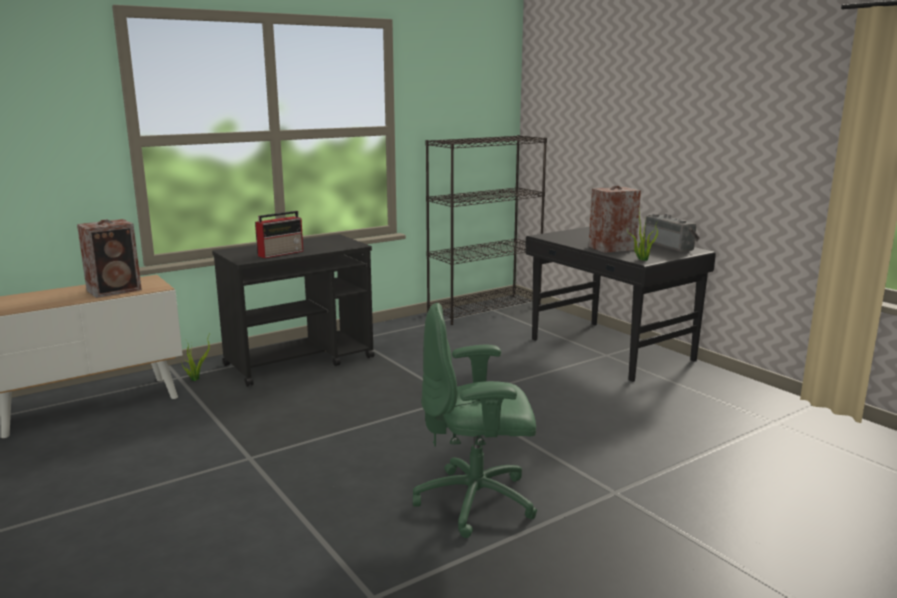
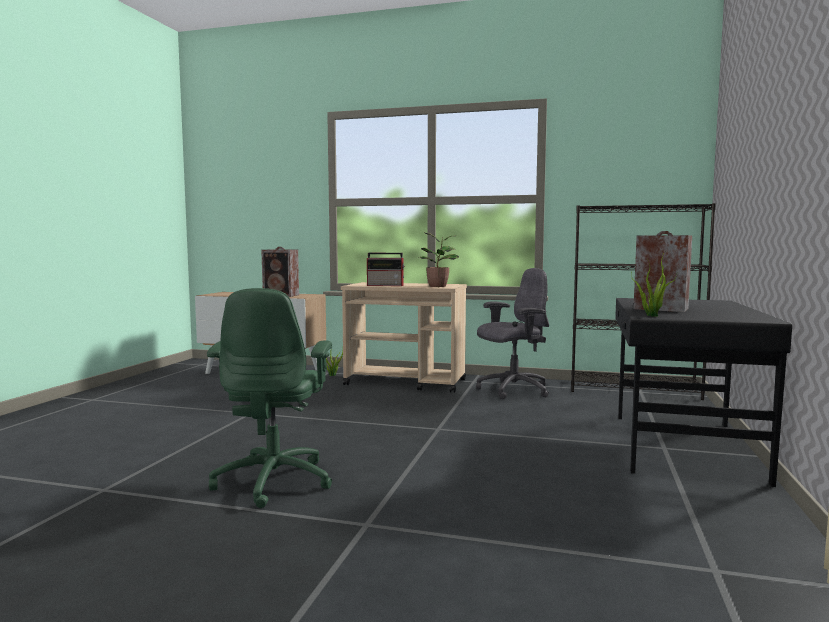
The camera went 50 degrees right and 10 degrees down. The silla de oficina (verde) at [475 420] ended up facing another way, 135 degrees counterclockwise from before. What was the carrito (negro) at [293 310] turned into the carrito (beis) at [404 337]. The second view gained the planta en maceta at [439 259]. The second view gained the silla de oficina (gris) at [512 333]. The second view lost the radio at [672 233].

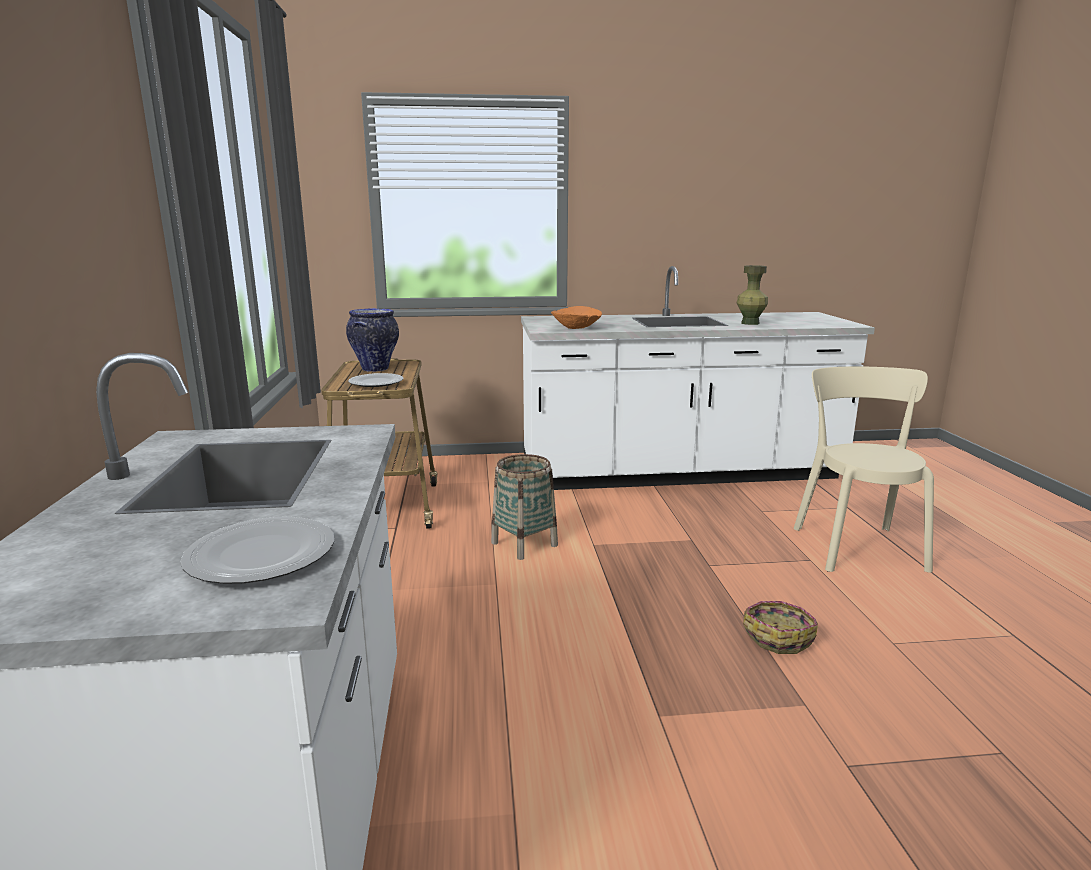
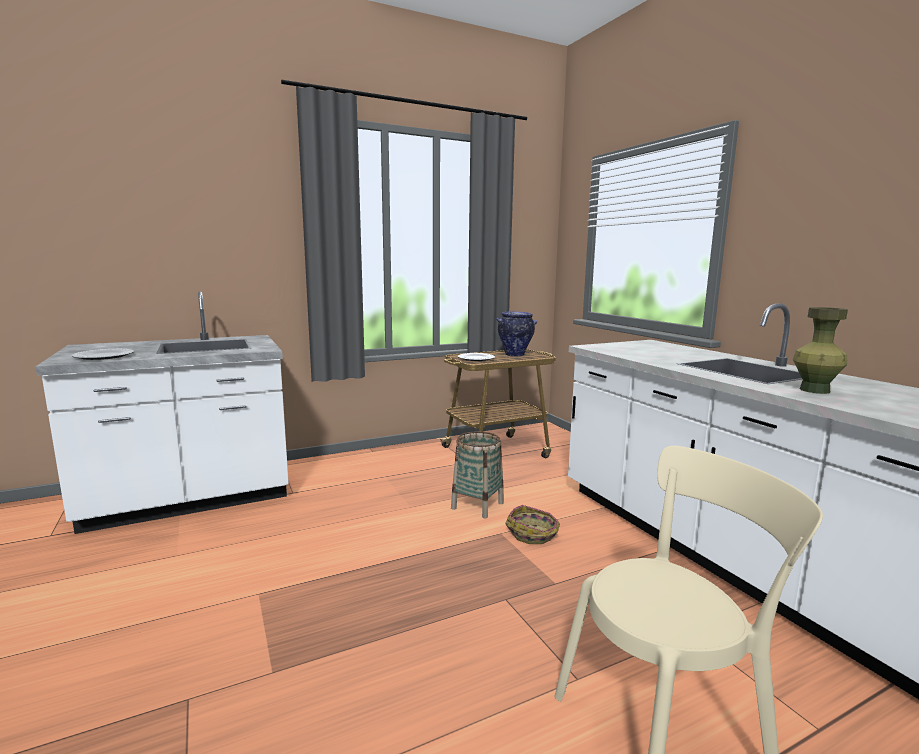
The camera went 70 degrees right and 5 degrees down. The cesta ended up elsewhere, having gone from [780 627] to [532 524]. The second view lost the cuenco (naranja) at [576 317].

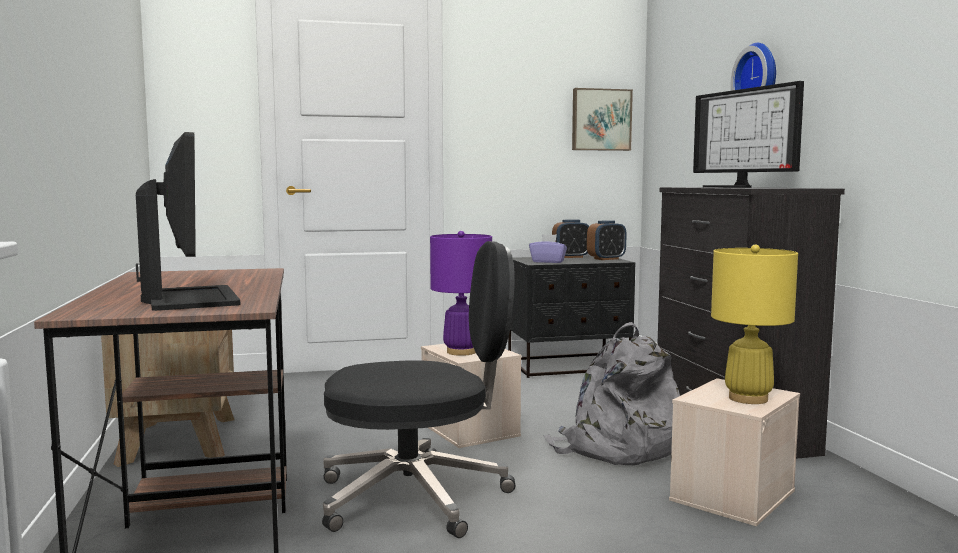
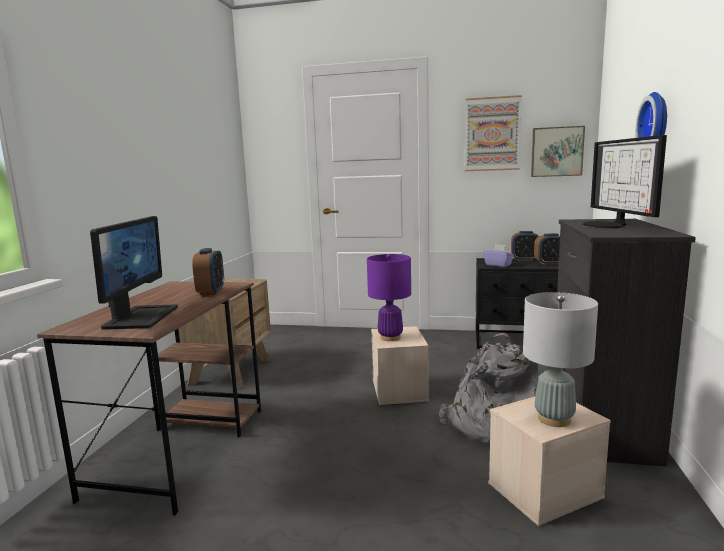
The camera went 25 degrees right and 5 degrees up. The second view gained the despertador at [208 271]. The second view gained the cuadro at [493 133]. What was the lámpara de mesa (amarillo) at [754 324] turned into the lámpara de mesa (gris) at [560 359]. The second view lost the silla de oficina (negro) at [418 389].

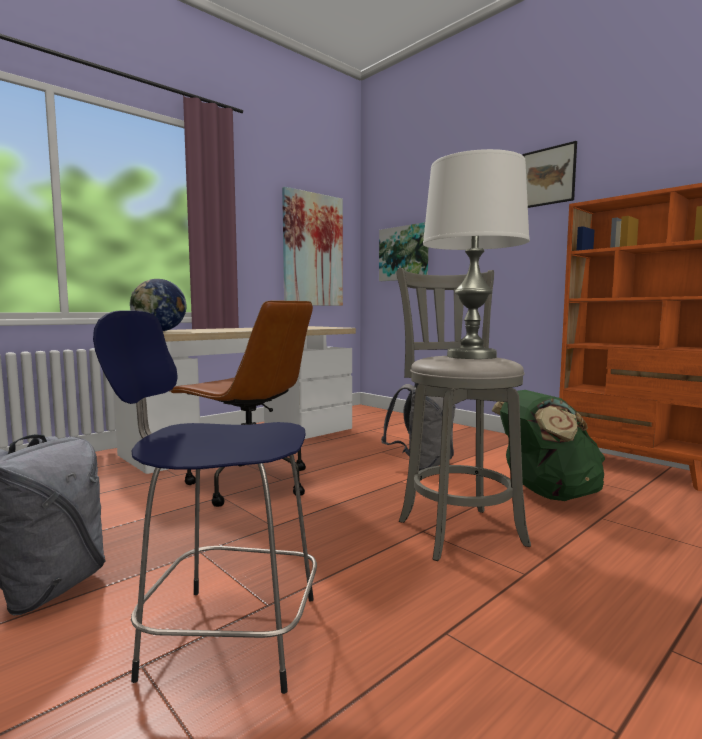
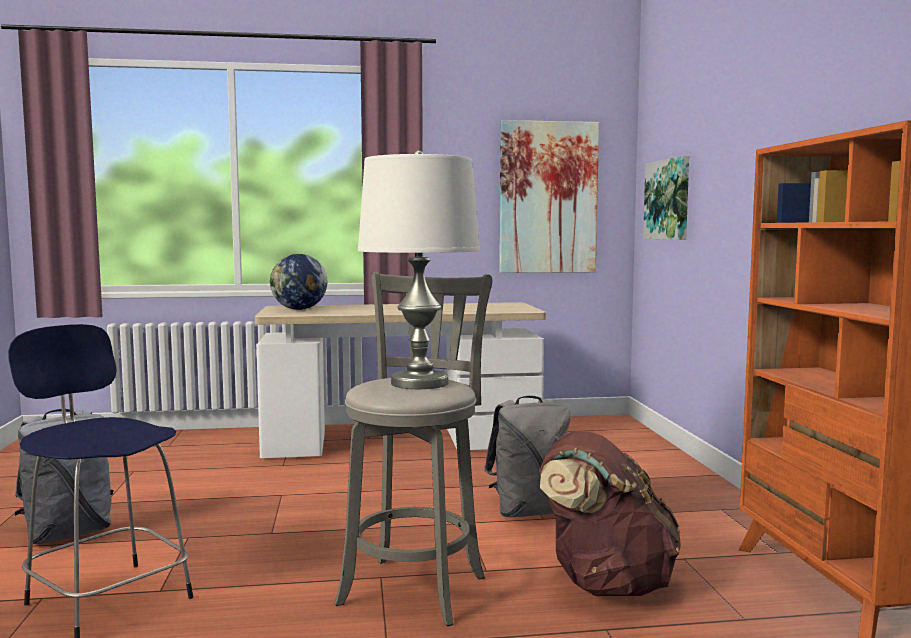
The camera went 35 degrees right and 0 degrees up. What was the mochila (verde) at [548 445] turned into the mochila (marrón) at [610 513]. The second view lost the silla de oficina (marrón) at [241 403]. The second view lost the cuadro at [549 174].

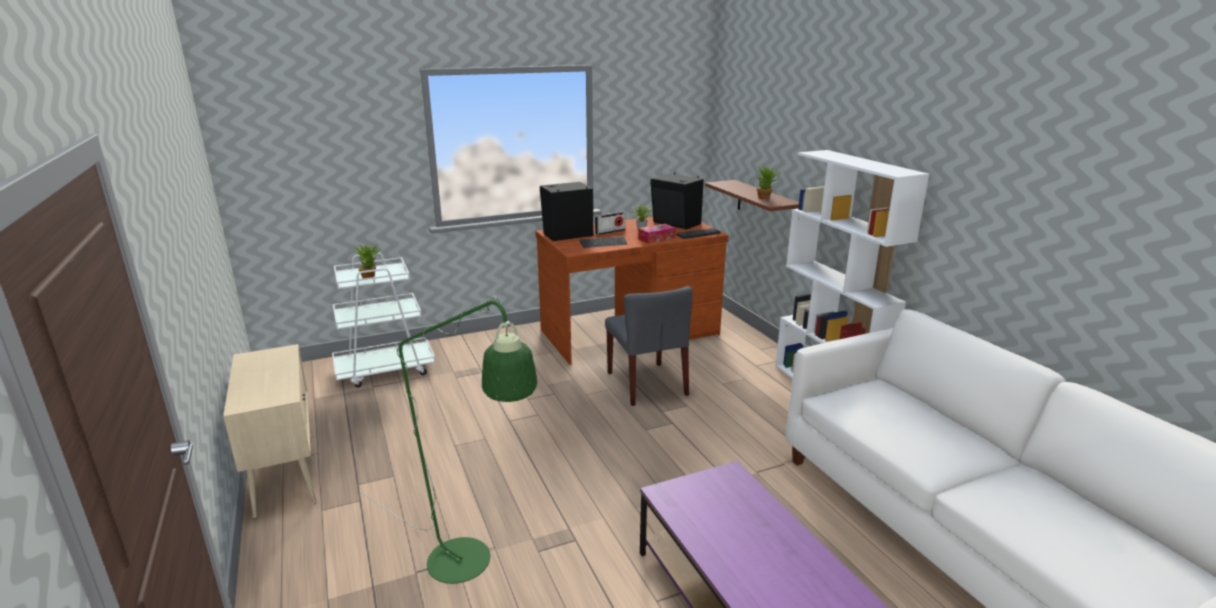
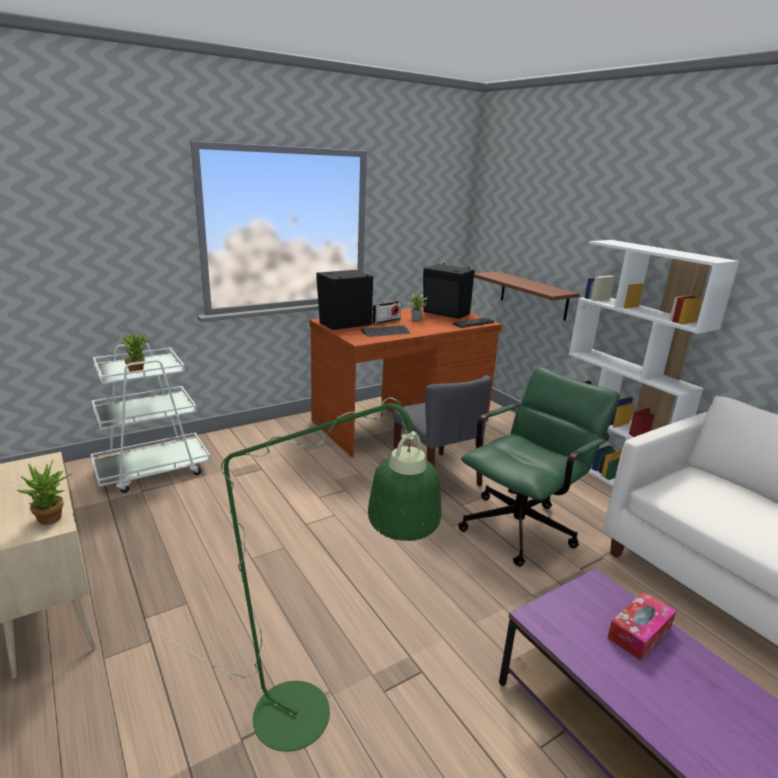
The camera went 10 degrees left and 0 degrees up. The planta en maceta ended up elsewhere, having gone from [769 182] to [44 492]. The second view gained the silla de oficina (verde) at [539 467]. The caja de pañuelos ended up elsewhere, having gone from [657 234] to [641 625].

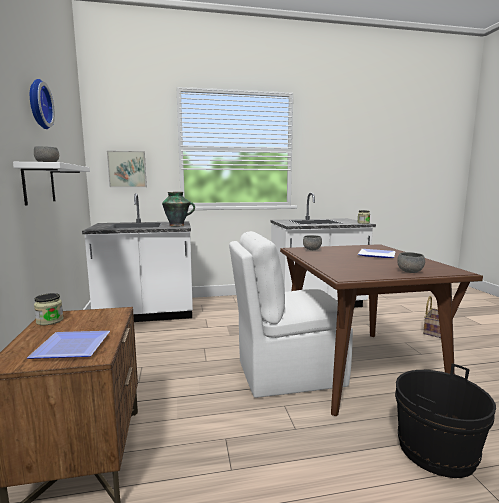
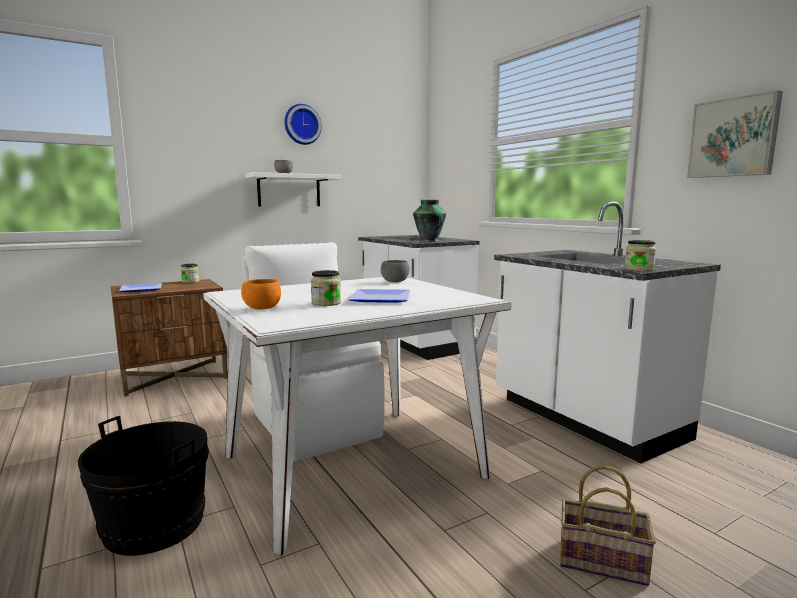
The camera went 70 degrees right and 0 degrees up. What was the mesa de comedor (marrón) at [381 330] turned into the mesa de comedor (blanco) at [357 416]. What was the cuenco (gris) at [411 262] turned into the cuenco (naranja) at [261 294]. The second view gained the tarro at [326 288]. The cuadro ended up elsewhere, having gone from [127 169] to [735 134].

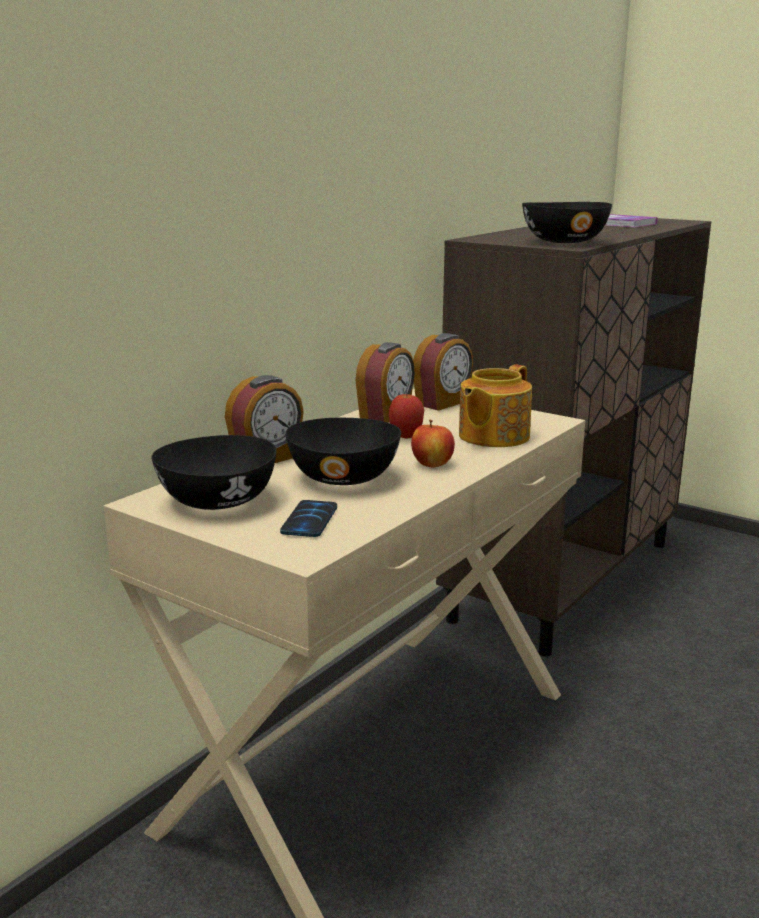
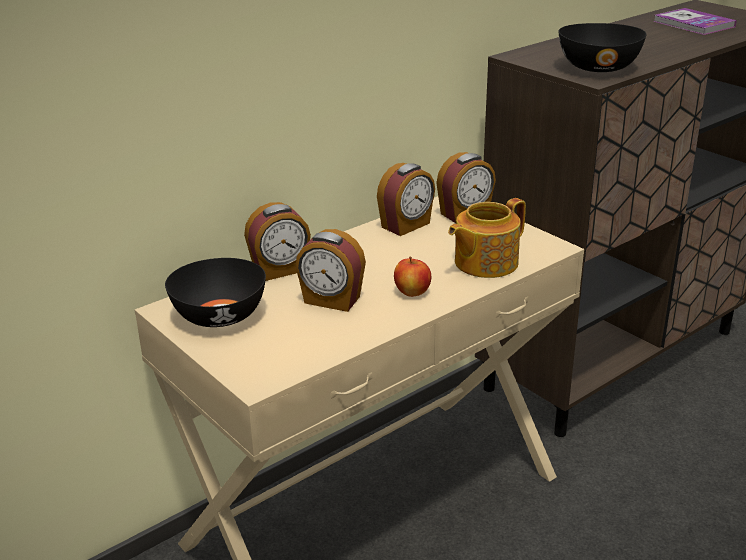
The camera went 15 degrees right and 10 degrees up. Where the cuenco (negro) stood at [343 451], the despertador came to stand at [330 270]. The second view lost the móvil at [308 518]. The second view lost the manzana at [406 416].

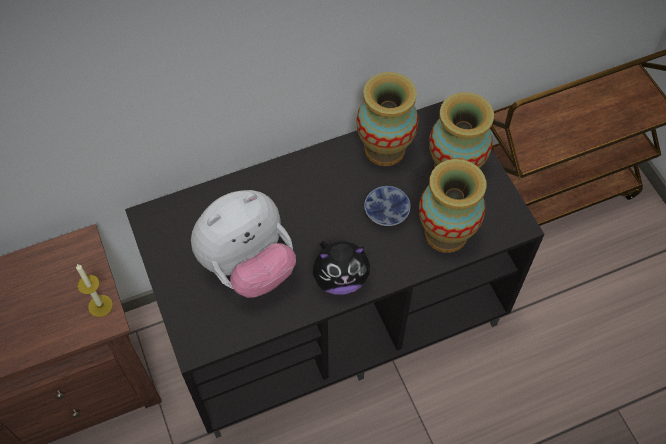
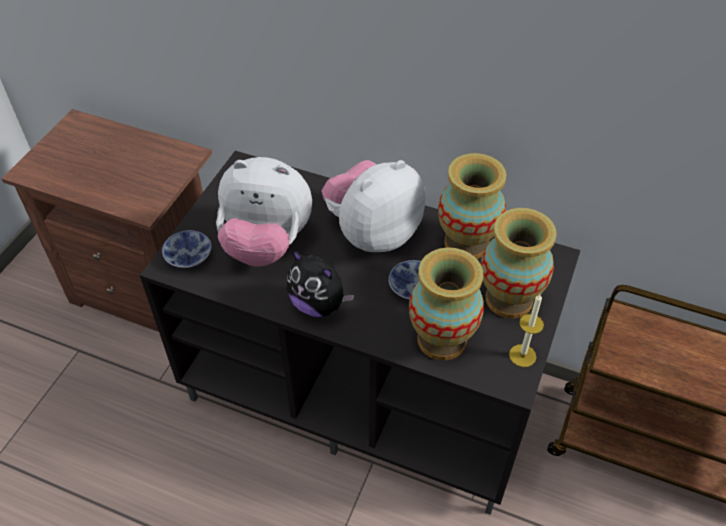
The camera went 45 degrees right and 10 degrees down. The second view gained the cuenco at [187 249]. The second view gained the peluche at [373 206]. The vela ended up elsewhere, having gone from [94 290] to [526 330].

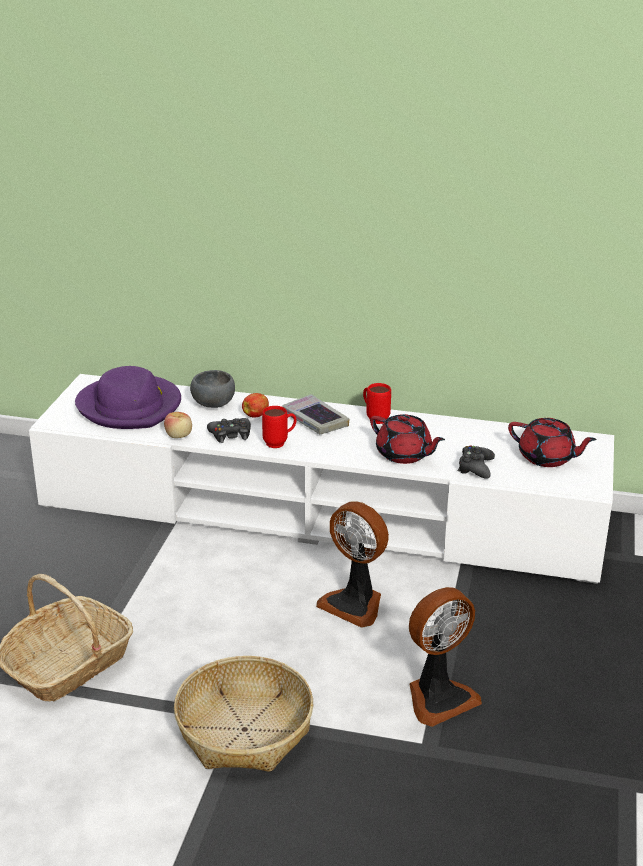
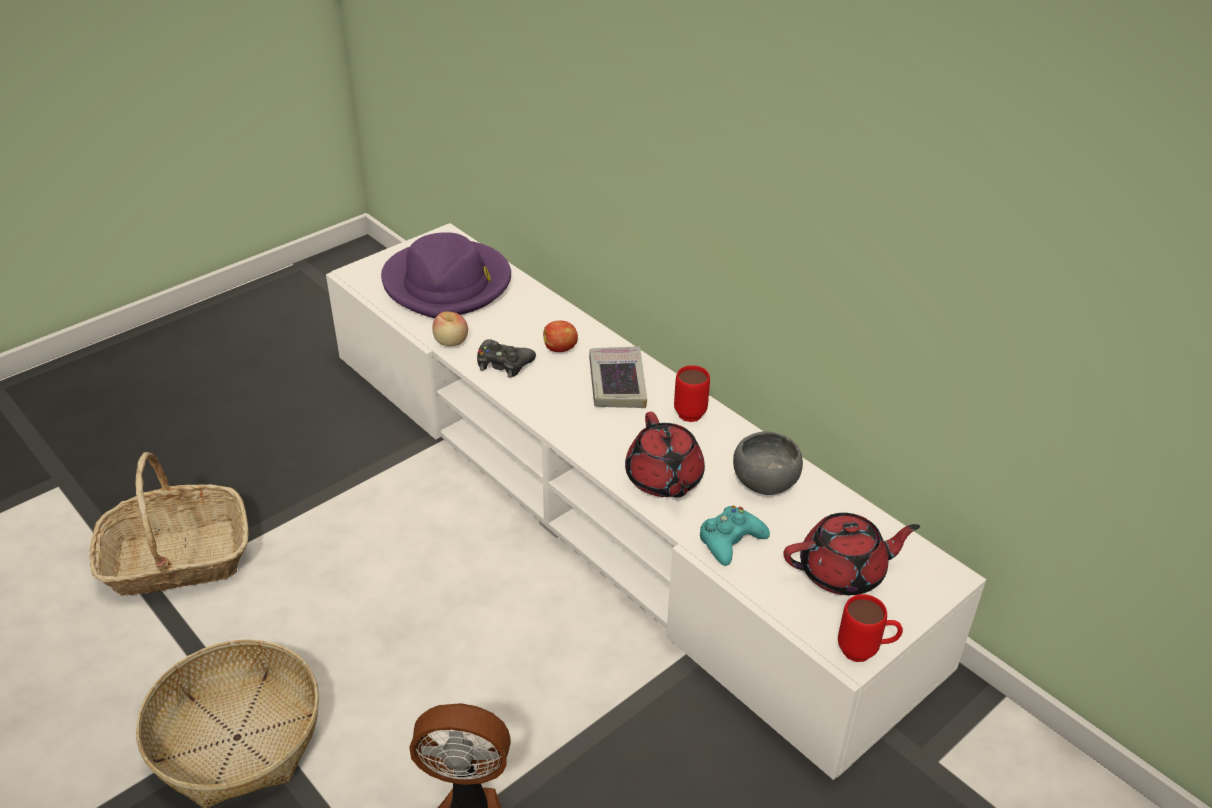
The camera went 35 degrees right and 10 degrees up. What was the mando de consola (negro) at [476 462] turned into the mando de consola (turquesa) at [735 536]. The cuenco (gris) ended up elsewhere, having gone from [212 389] to [768 463]. The tetera (rojo) at [552 442] ended up facing another way, 75 degrees counterclockwise from before. The taza grande (rojo) ended up elsewhere, having gone from [279 427] to [870 628]. The second view lost the ventilador at [352 564].

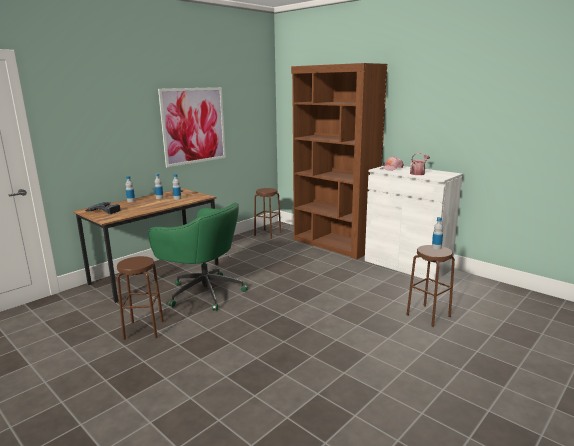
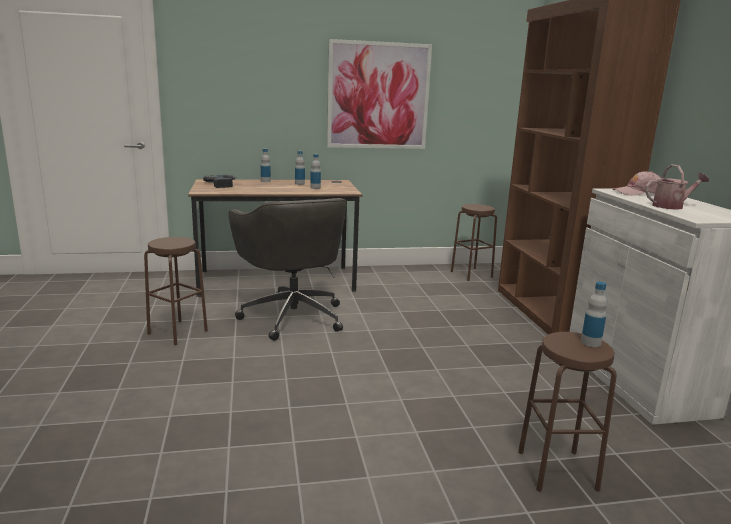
The camera went 35 degrees right and 0 degrees up. What was the silla de oficina (verde) at [198 257] turned into the silla de oficina (gris) at [288 269].

